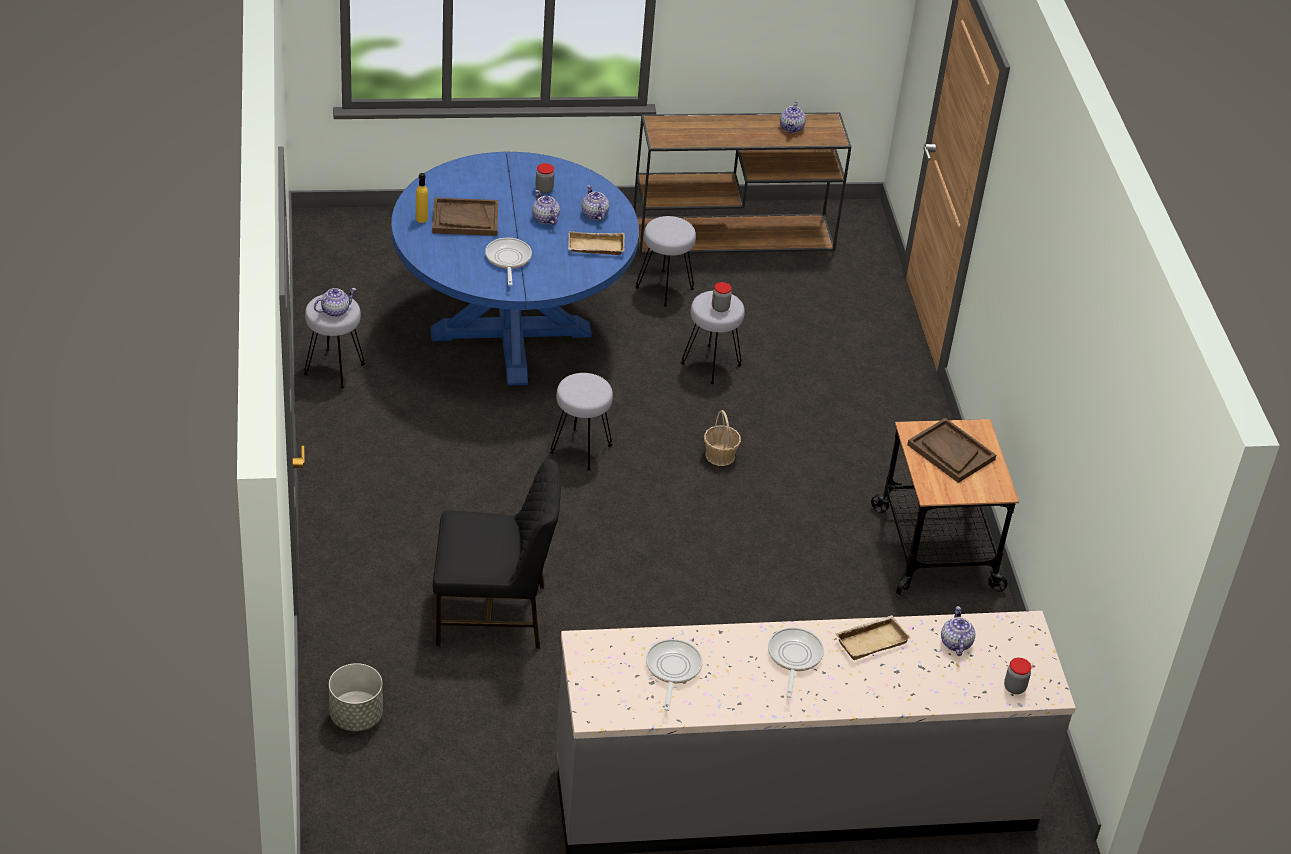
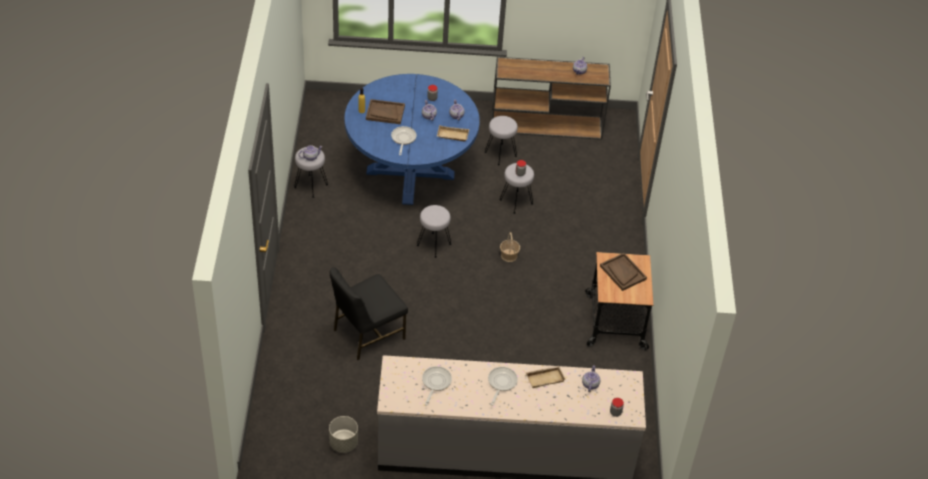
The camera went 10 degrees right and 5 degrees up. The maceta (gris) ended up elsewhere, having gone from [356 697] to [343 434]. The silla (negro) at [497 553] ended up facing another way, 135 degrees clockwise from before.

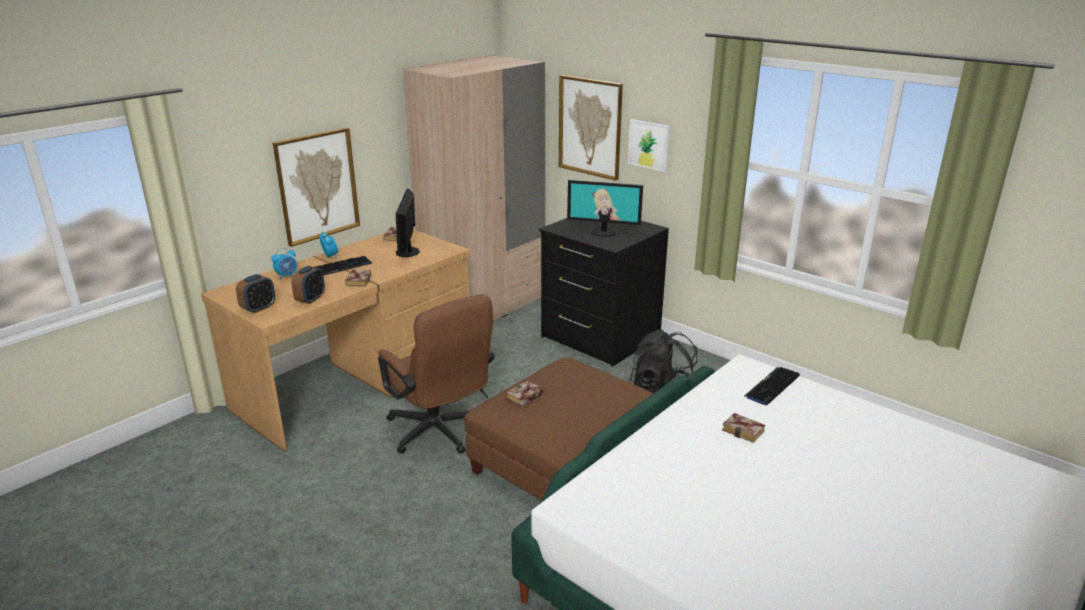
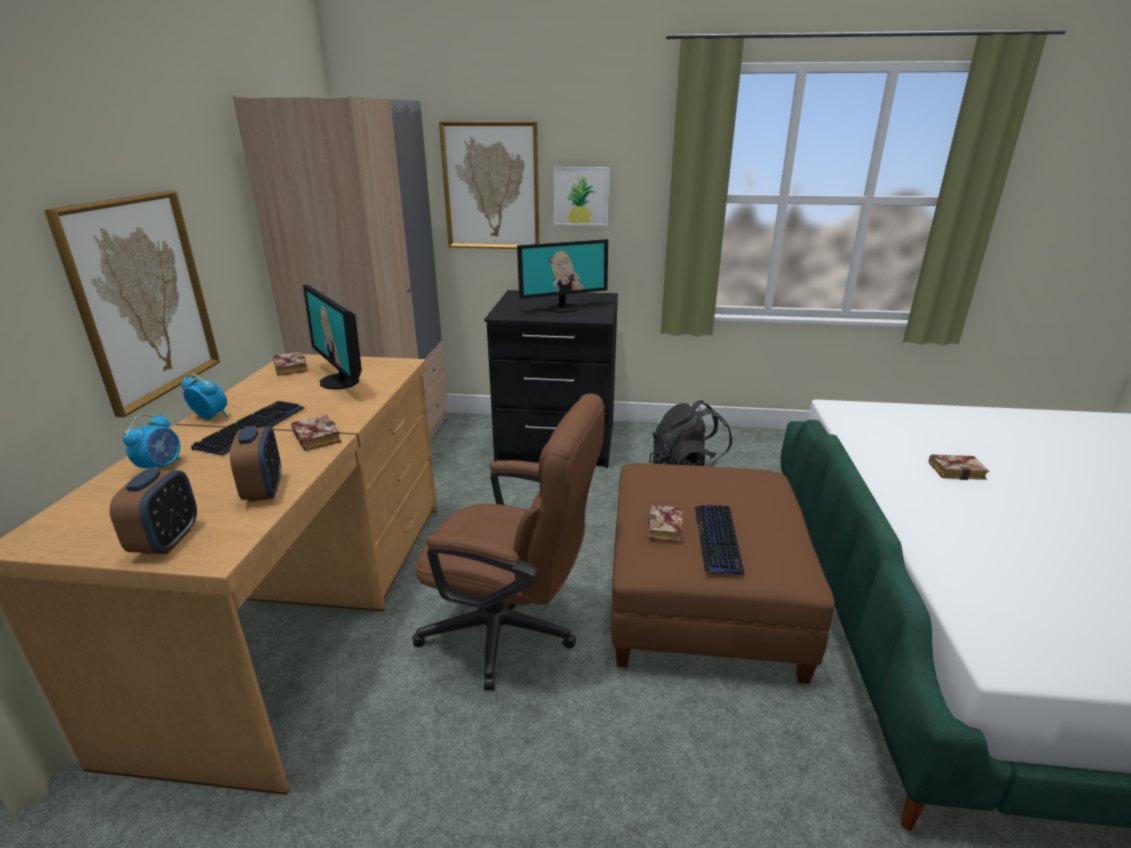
The camera went 35 degrees left and 0 degrees up. The teclado ended up elsewhere, having gone from [772 386] to [719 540].

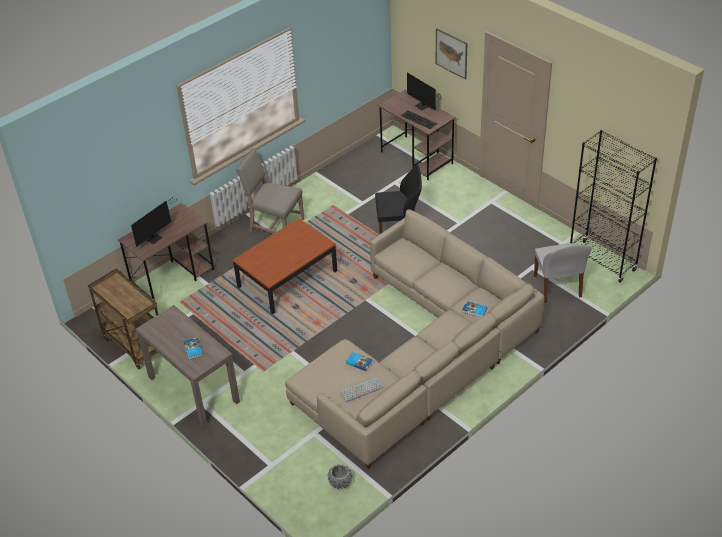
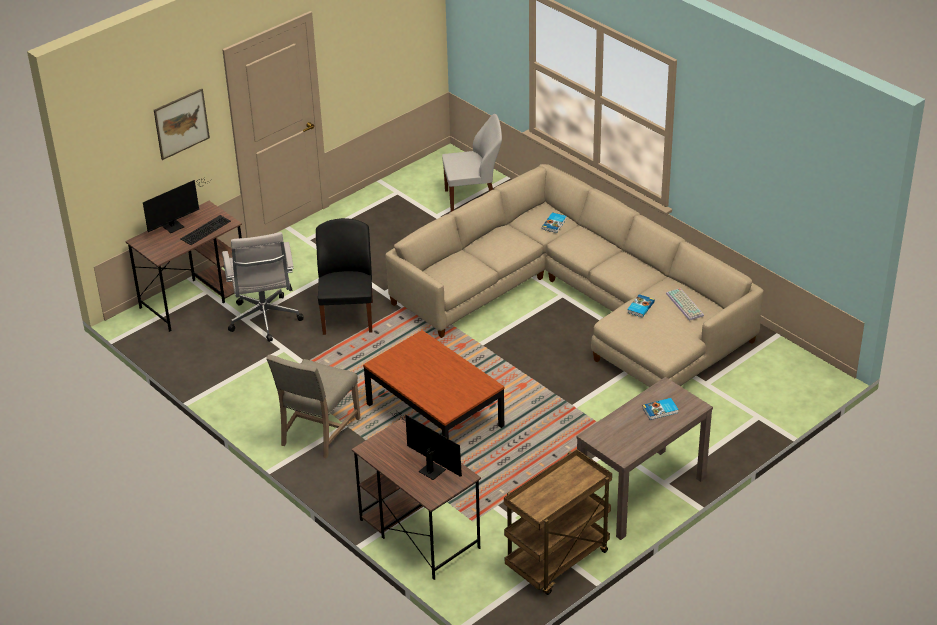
The camera went 90 degrees left and 5 degrees down. The second view gained the silla de oficina (blanco) at [263 287]. The second view lost the maceta (gris) at [340 476]. The second view lost the estantería (negro) at [613 206].

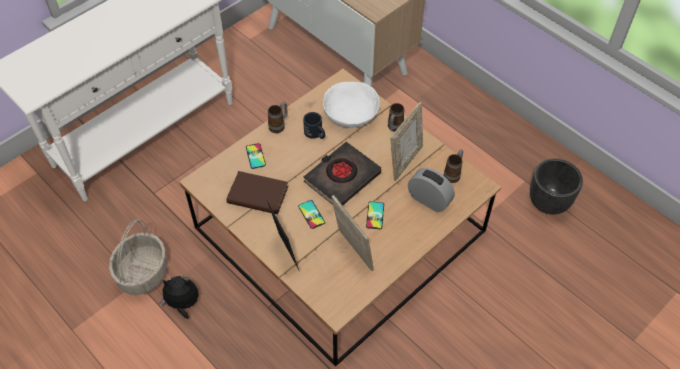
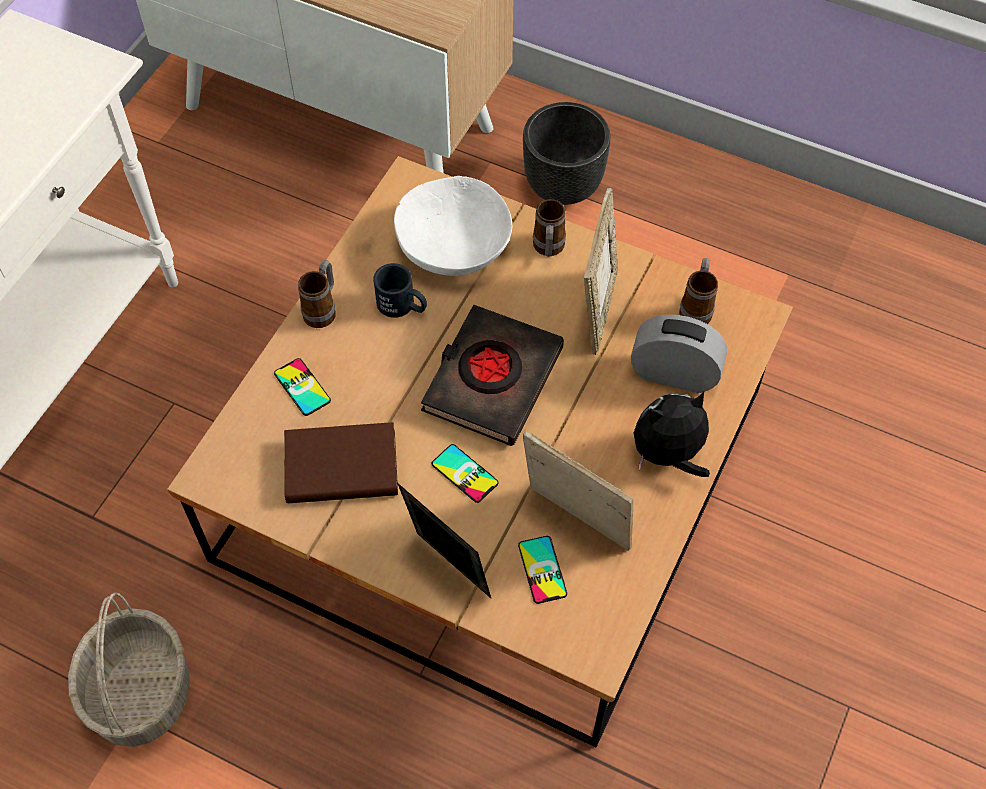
The camera went 20 degrees left and 5 degrees up. The móvil ended up elsewhere, having gone from [375 215] to [542 570]. The maceta (negro) ended up elsewhere, having gone from [556 187] to [567 153]. The peluche ended up elsewhere, having gone from [179 297] to [672 434].

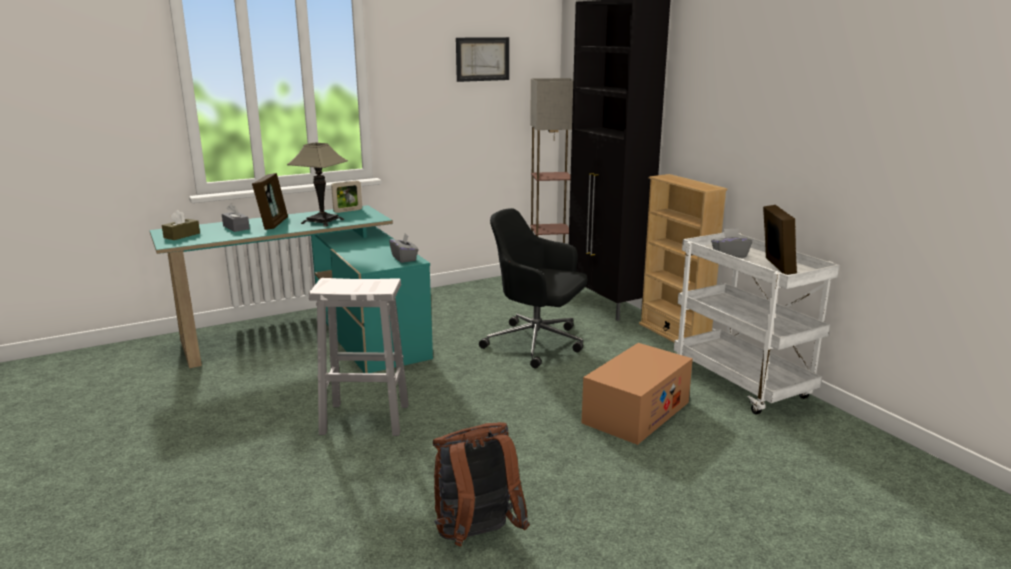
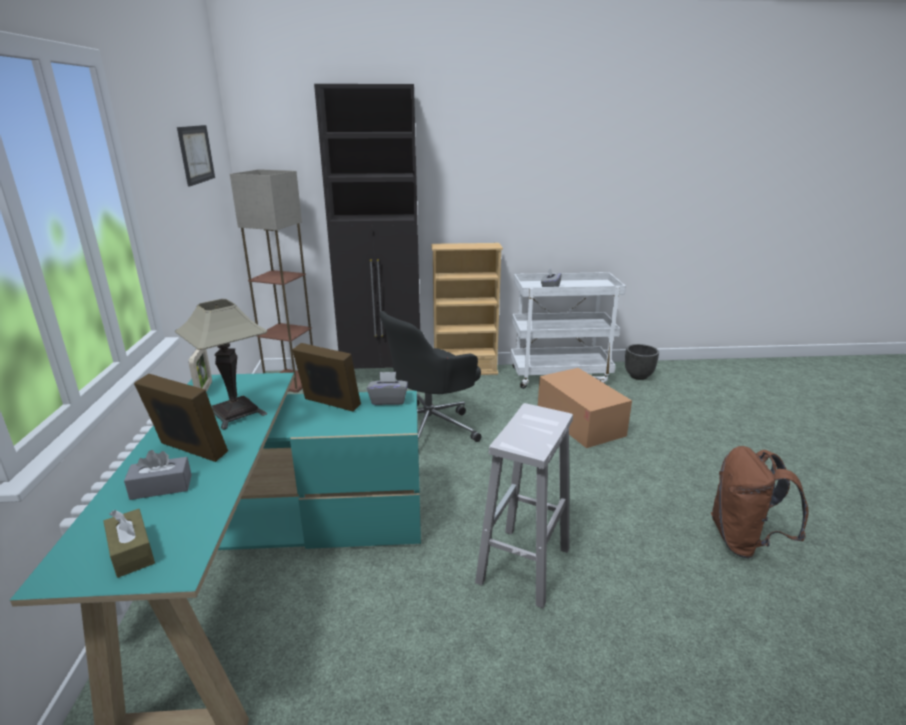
The camera went 65 degrees left and 5 degrees up. The portarretratos ended up elsewhere, having gone from [780 240] to [326 377]. The second view gained the maceta (negro) at [642 362].

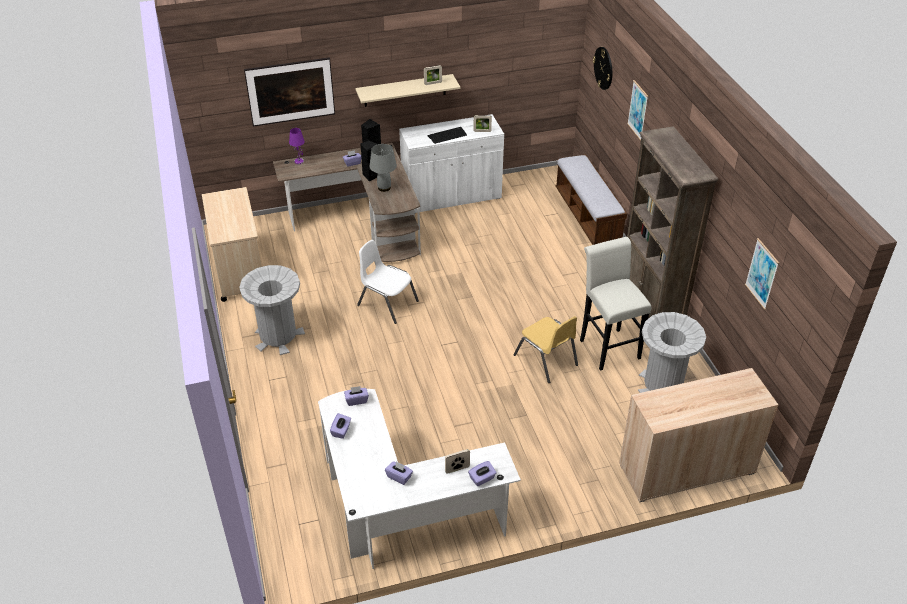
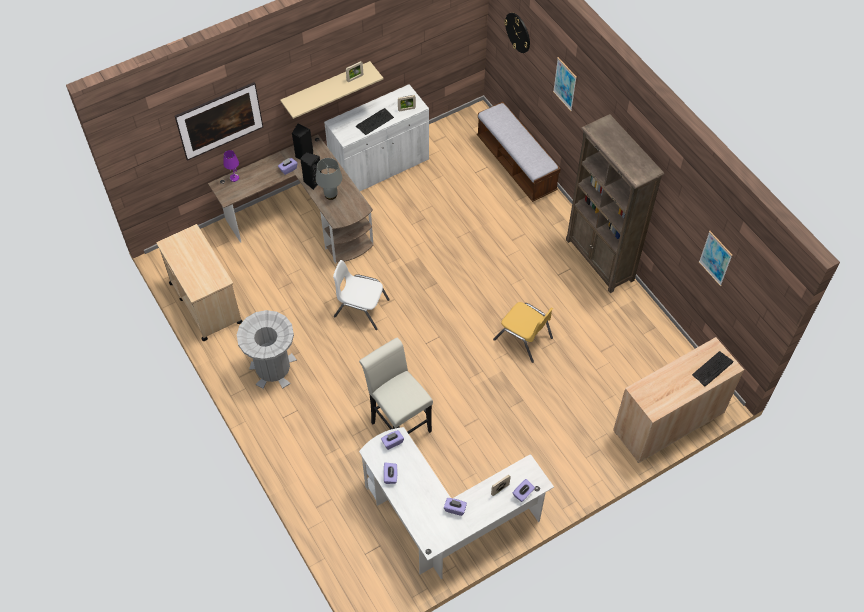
The camera went 15 degrees left and 15 degrees up. The taburete (blanco) ended up elsewhere, having gone from [615 304] to [396 385]. The second view gained the teclado at [713 369]. The second view lost the papelera (gris) at [672 352].

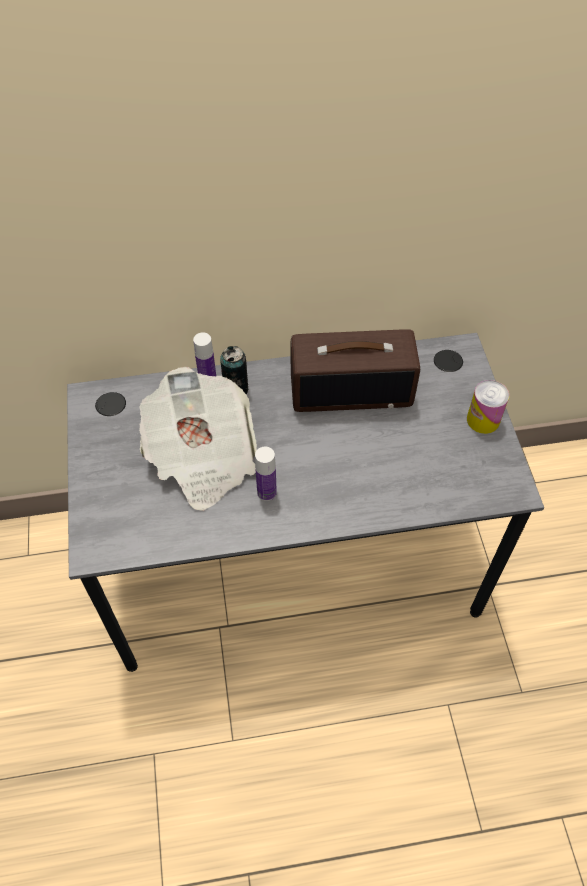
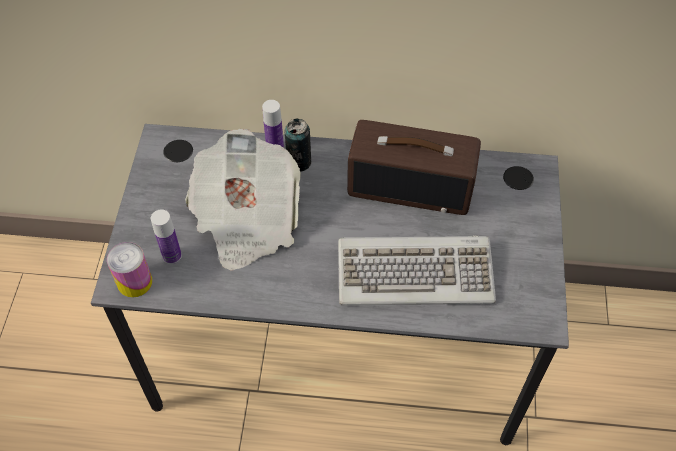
The camera went 15 degrees right and 0 degrees up. The lata ended up elsewhere, having gone from [488 407] to [129 270]. The botella ended up elsewhere, having gone from [266 474] to [166 236]. The second view gained the teclado at [417 270].

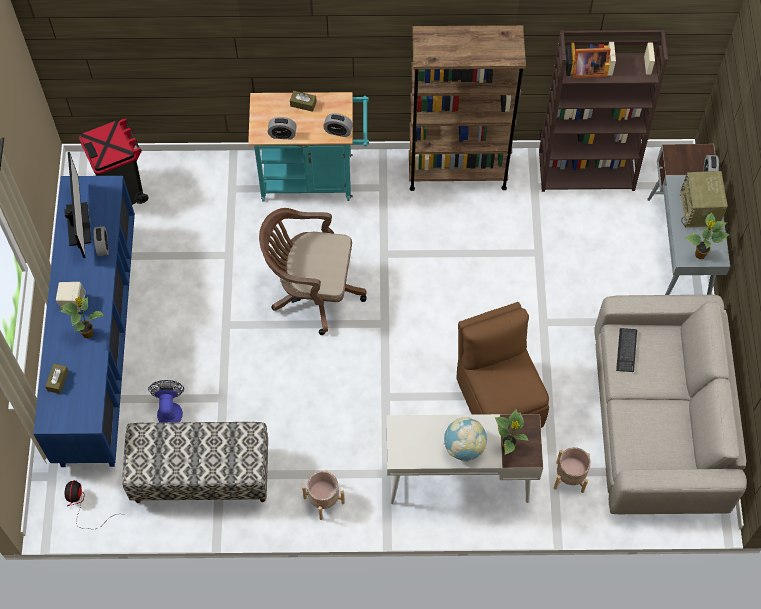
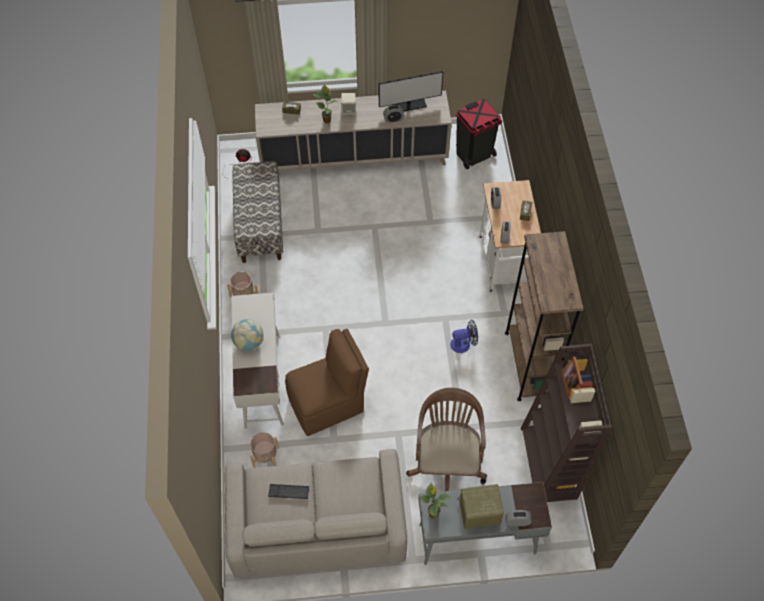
The camera went 85 degrees right and 5 degrees down. What was the armario (azul) at [84 321] turned into the armario (beis) at [353 131]. The teclado ended up elsewhere, having gone from [626 350] to [288 491]. The silla de oficina (marrón) ended up elsewhere, having gone from [313 271] to [446 439]. The ventilador ended up elsewhere, having gone from [166 401] to [464 336]. What was the carrito (turquesa) at [308 147] turned into the carrito (blanco) at [509 236]. The second view lost the planta en maceta at [511 432].

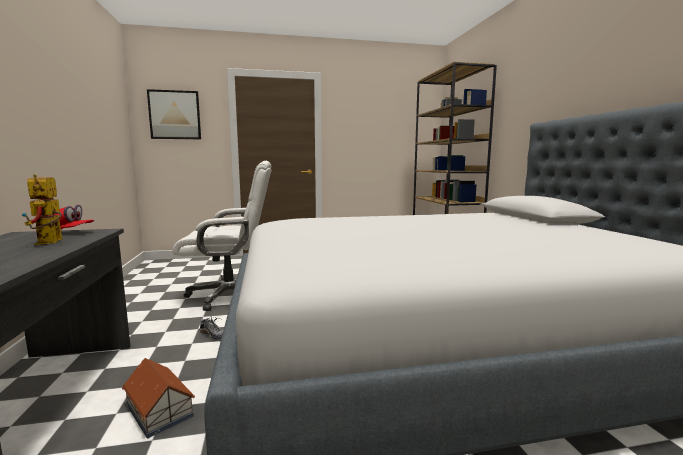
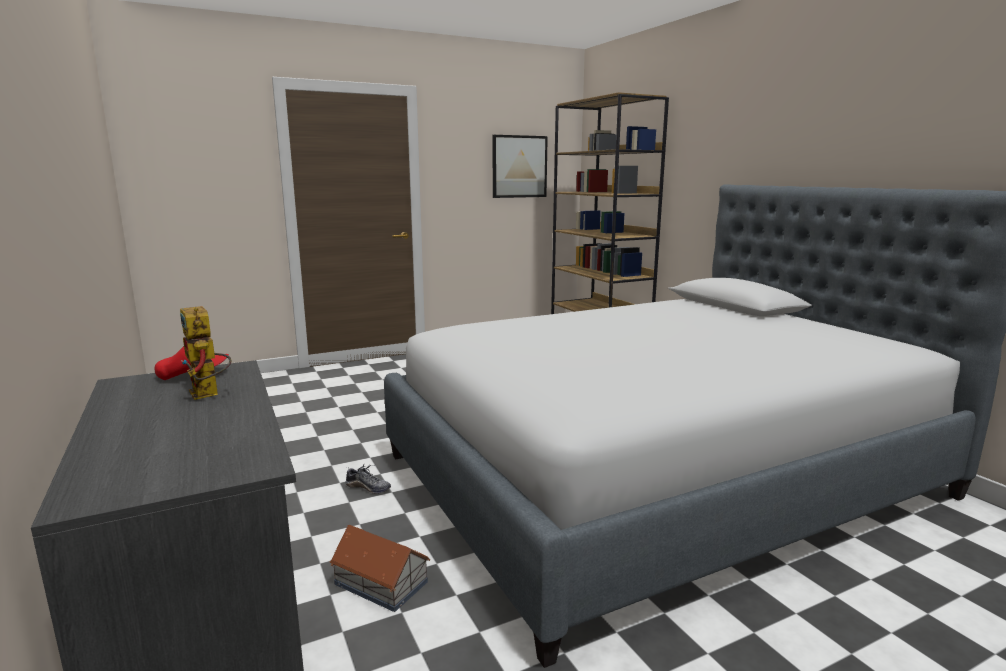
The camera went 15 degrees left and 5 degrees up. The cuadro ended up elsewhere, having gone from [174 114] to [520 166]. The second view lost the silla de oficina (blanco) at [222 236].

